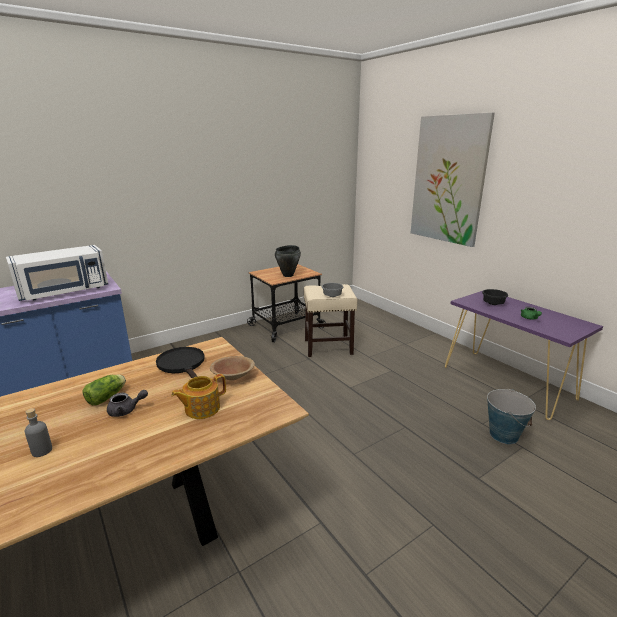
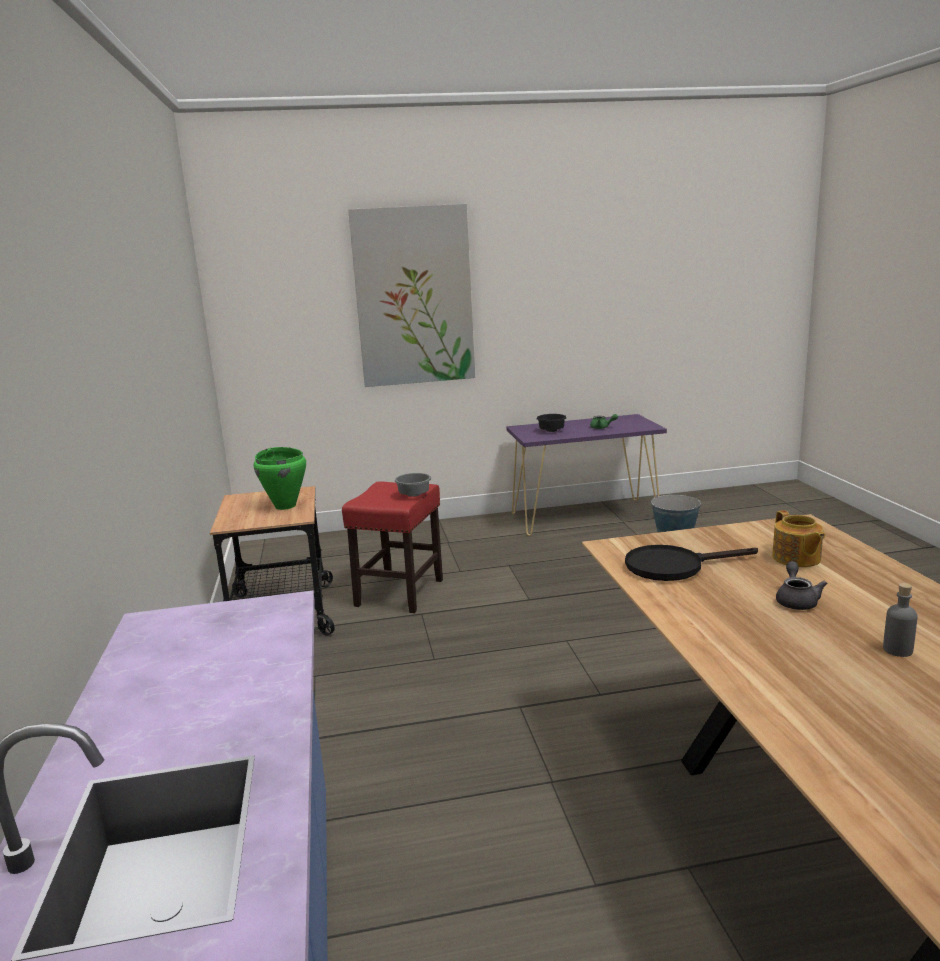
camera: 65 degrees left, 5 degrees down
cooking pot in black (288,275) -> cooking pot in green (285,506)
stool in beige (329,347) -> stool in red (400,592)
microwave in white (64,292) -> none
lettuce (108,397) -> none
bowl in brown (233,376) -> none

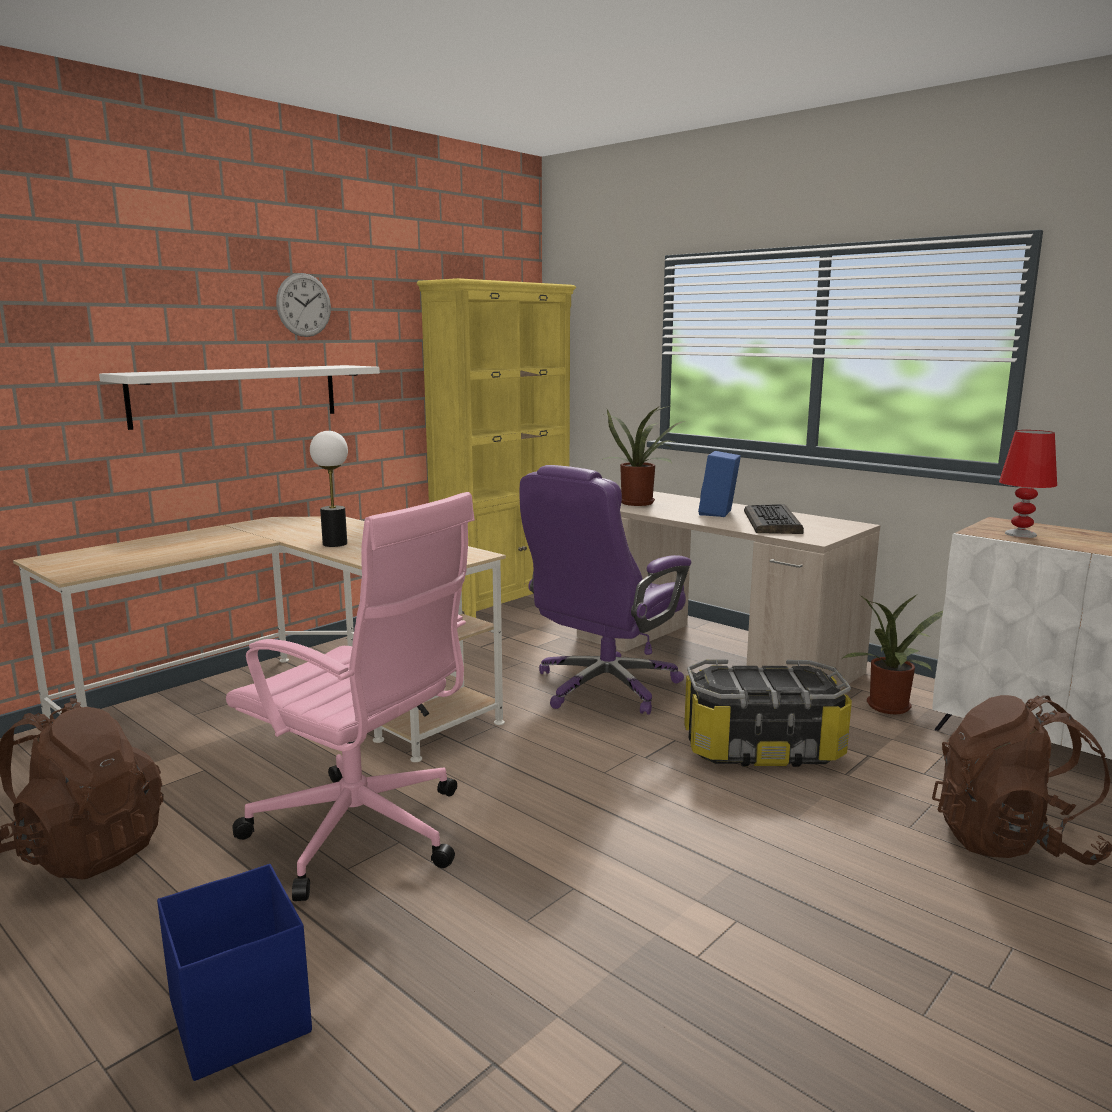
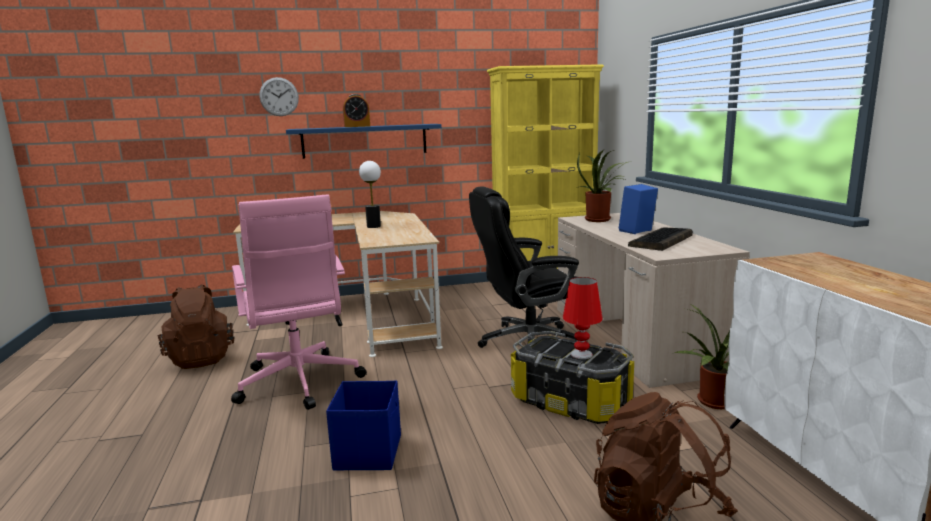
camera: 35 degrees right, 0 degrees up
wall clock (304,305) -> wall clock (279,96), shifted
shelf in white (237,395) -> shelf in blue (364,141)
storage box in blue (240,1016) -> storage box in blue (369,452), shifted
none -> alarm clock (357,126)
office chair in purple (604,687) -> office chair in black (527,342)
table lamp in red (1020,534) -> table lamp in red (581,354), shifted

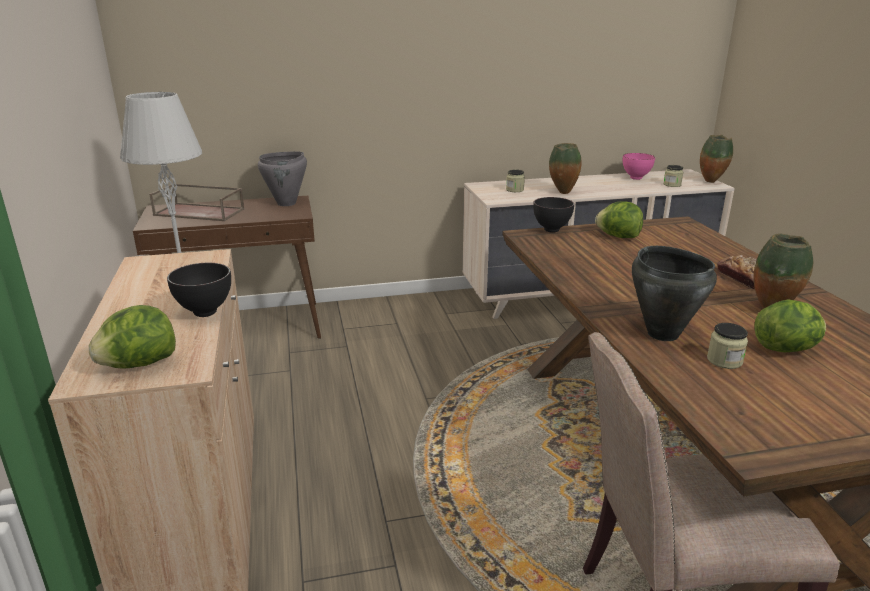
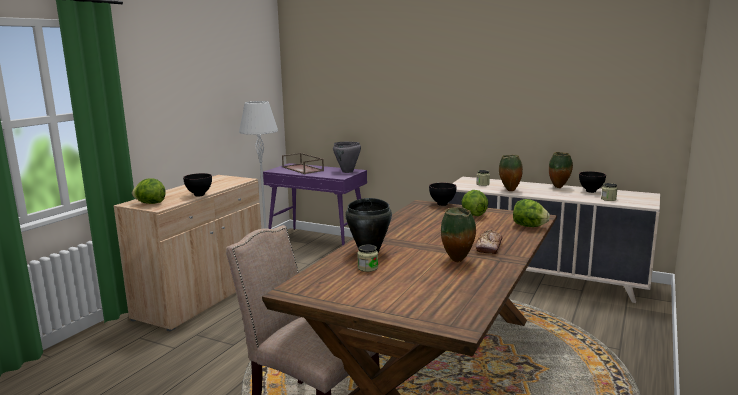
camera: 40 degrees right, 10 degrees down
console table in brown (244,327) -> console table in purple (318,241)
lettuce (786,349) -> lettuce (529,226), shifted
vase (711,182) -> vase (559,187), shifted
bowl in pink (636,178) -> bowl in black (591,191)

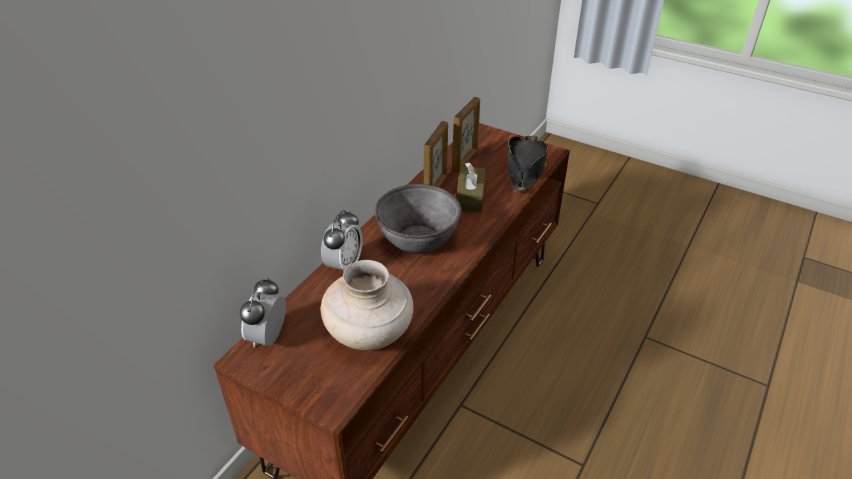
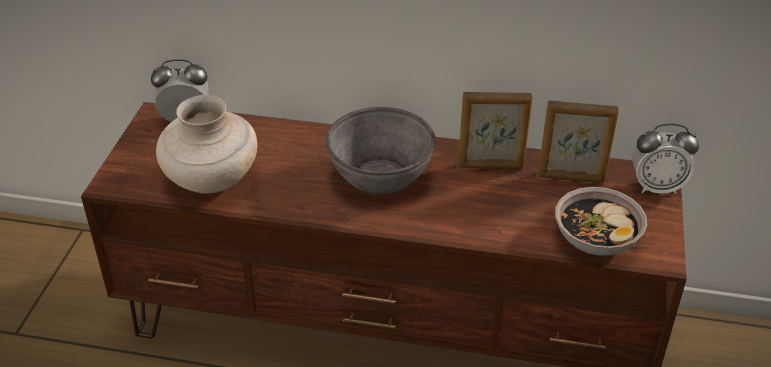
camera: 70 degrees right, 0 degrees up
hat in black (525,168) -> bowl (596,238)
alarm clock (344,265) -> alarm clock (657,187), shifted
tissue box in brown (470,197) -> none

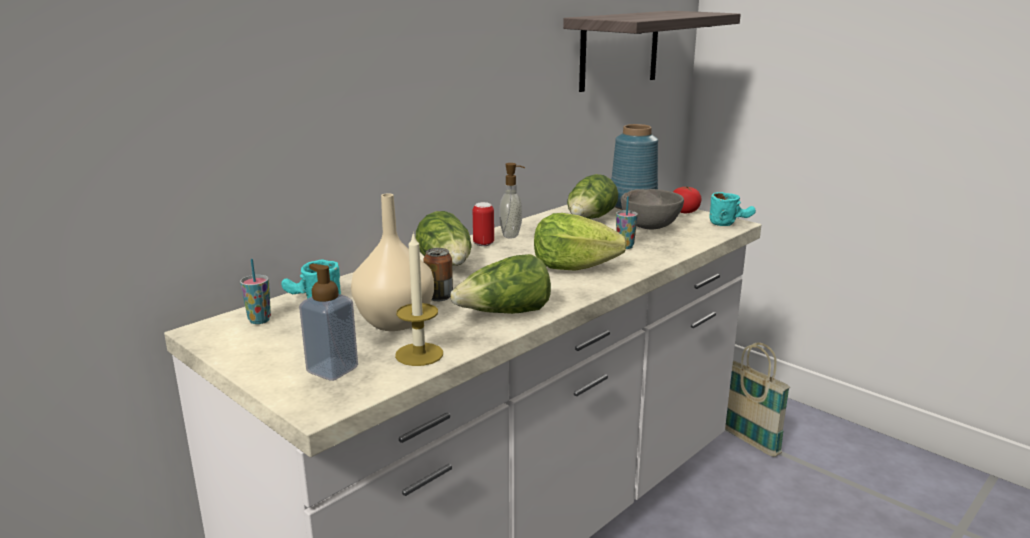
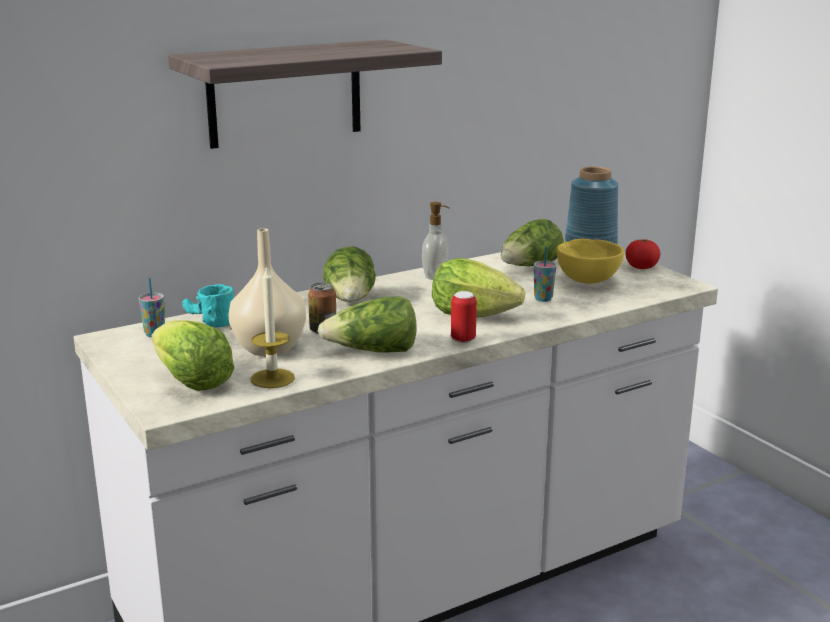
camera: 15 degrees right, 0 degrees up
soap dispenser (332,370) -> lettuce (192,382)
shelf (619,50) -> shelf (285,93), shifted
can (483,244) -> can (463,339), shifted
bowl in grey (650,227) -> bowl in yellow (588,281)
mug in turquoise (730,223) -> none
basket (749,441) -> none

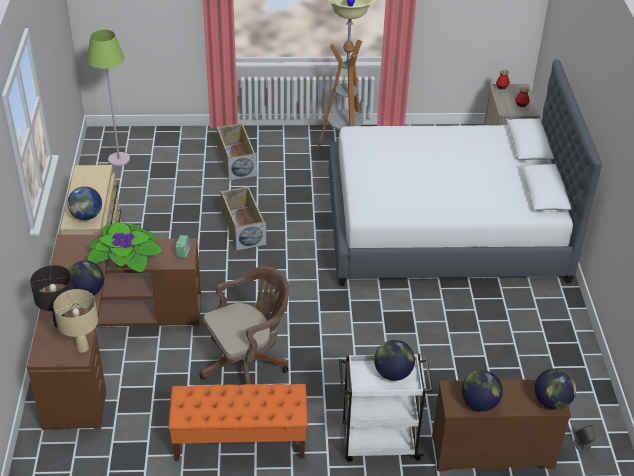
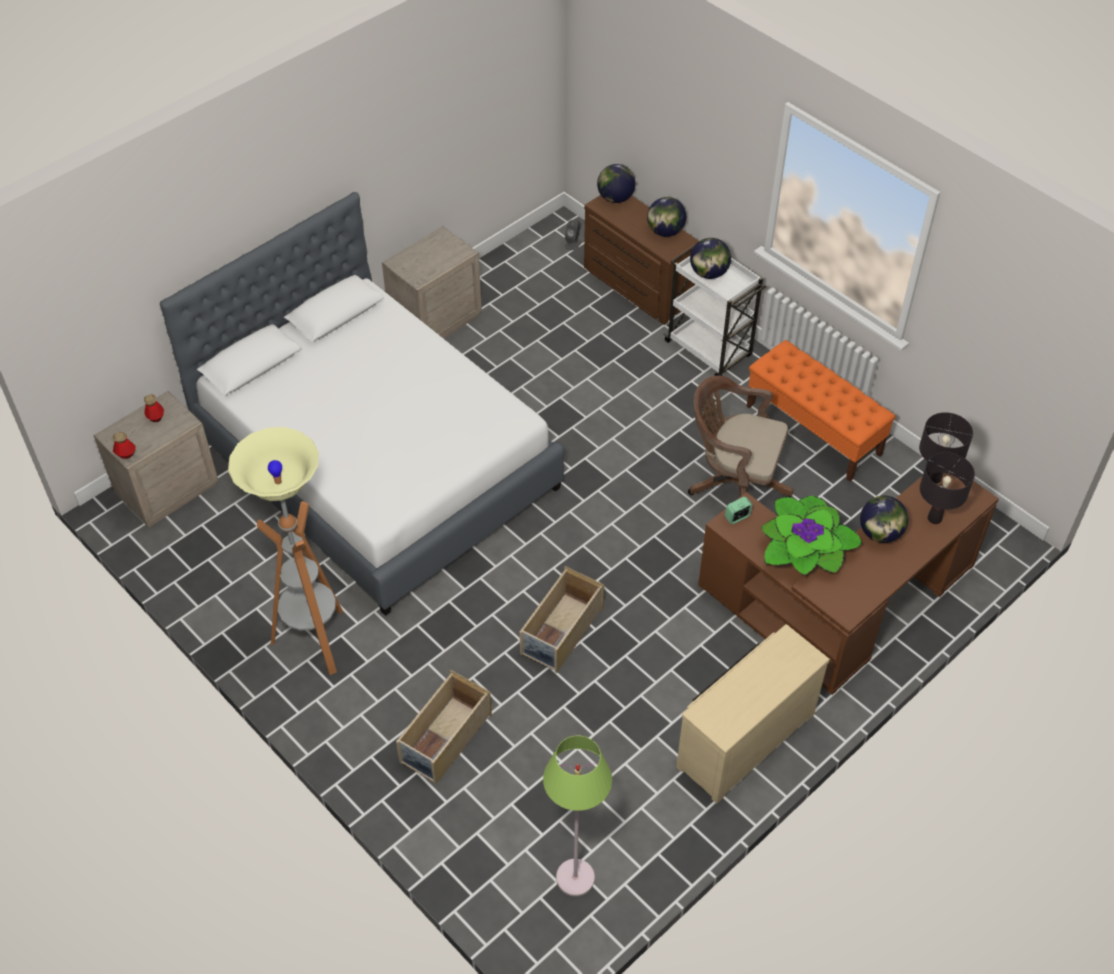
camera: 130 degrees left, 10 degrees up
none -> nightstand in beige (435,320)
table lamp in beige (82,348) -> table lamp in black (934,478)
globe (87,216) -> none

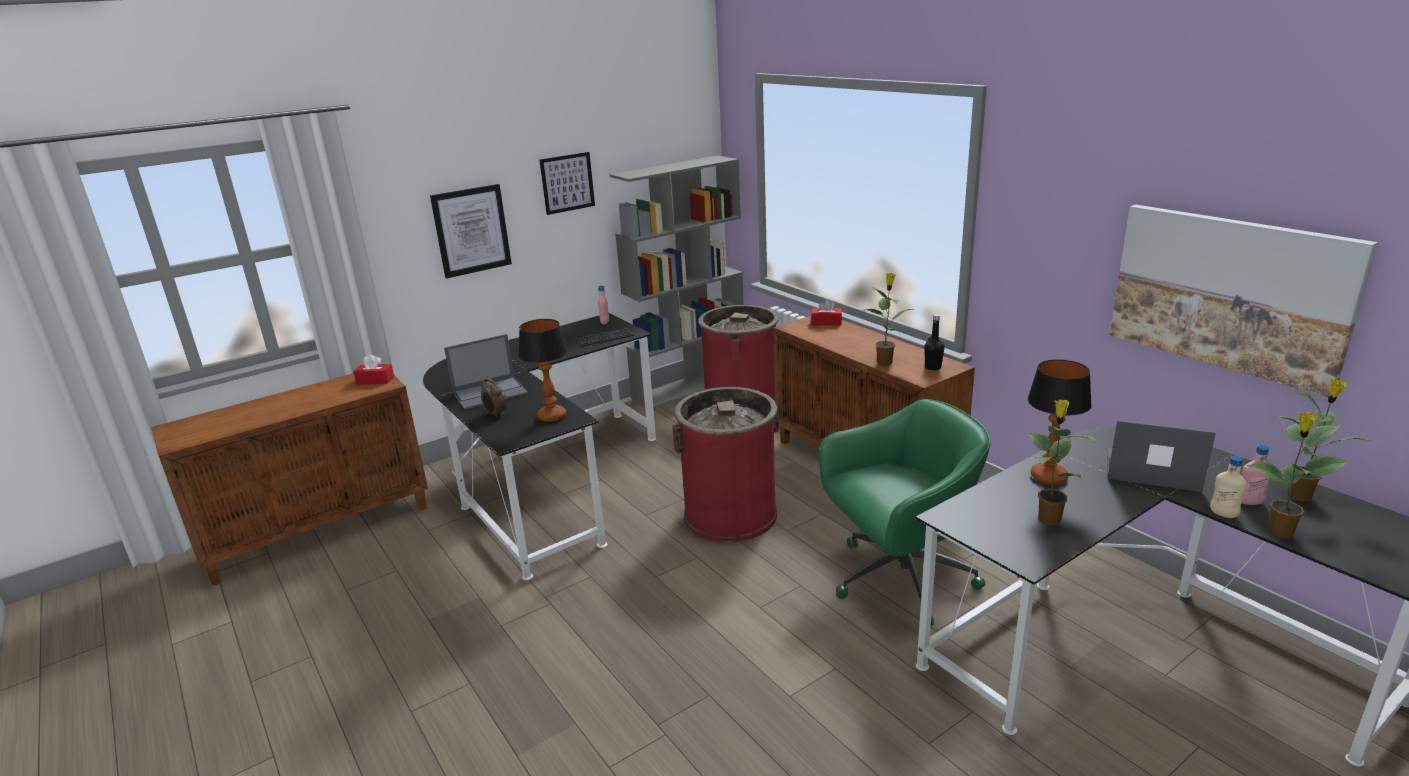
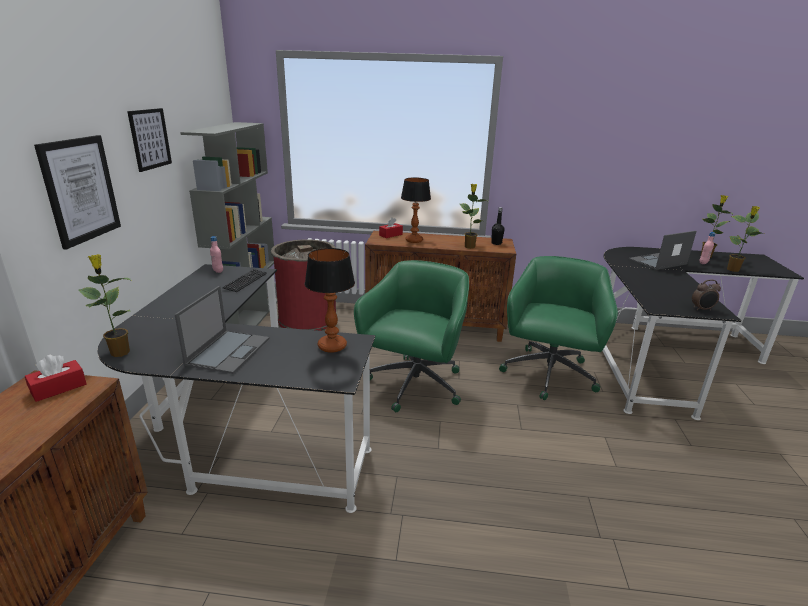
camera: 50 degrees left, 0 degrees up
potted plant (1048,518) -> potted plant (119,352), shifted
trash can in red (730,515) -> office chair in green (414,386)
table lamp (1048,477) -> table lamp (413,240), shifted
alarm clock (495,414) -> alarm clock (702,309), shifted
picture (1229,293) -> none
bottle in beige (1223,514) -> none

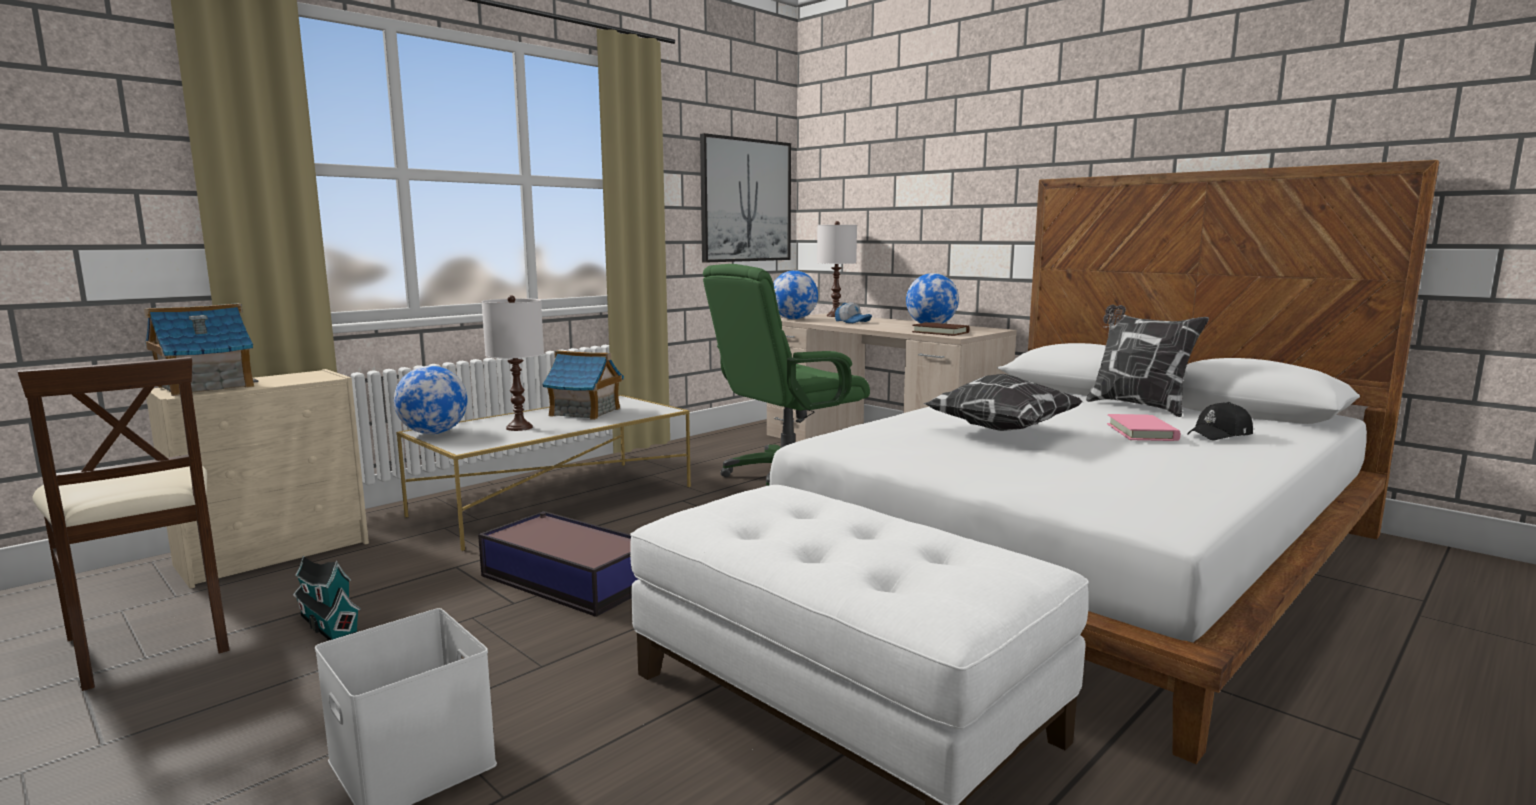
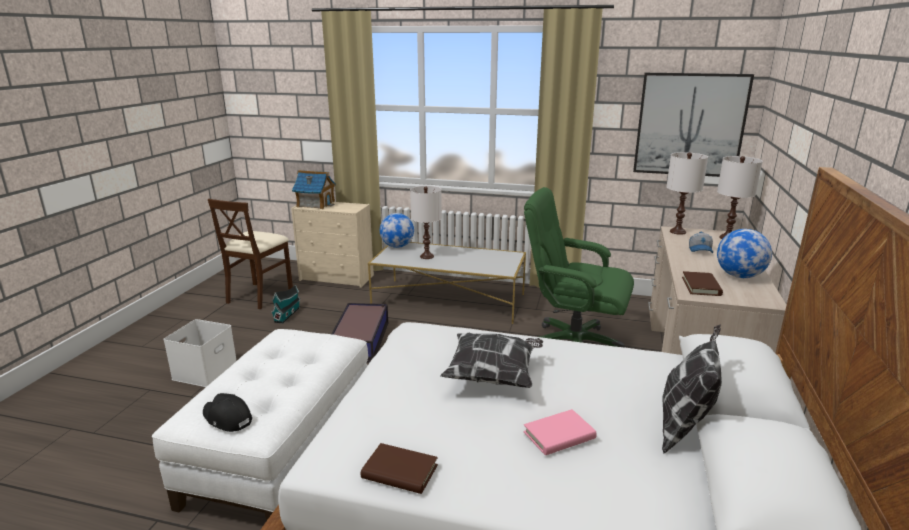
camera: 60 degrees right, 10 degrees up
cap in black (1220,434) -> cap in black (227,418), shifted
none -> book in brown (399,472)
globe (793,319) -> table lamp in white (678,232)
toy house (585,412) -> none

